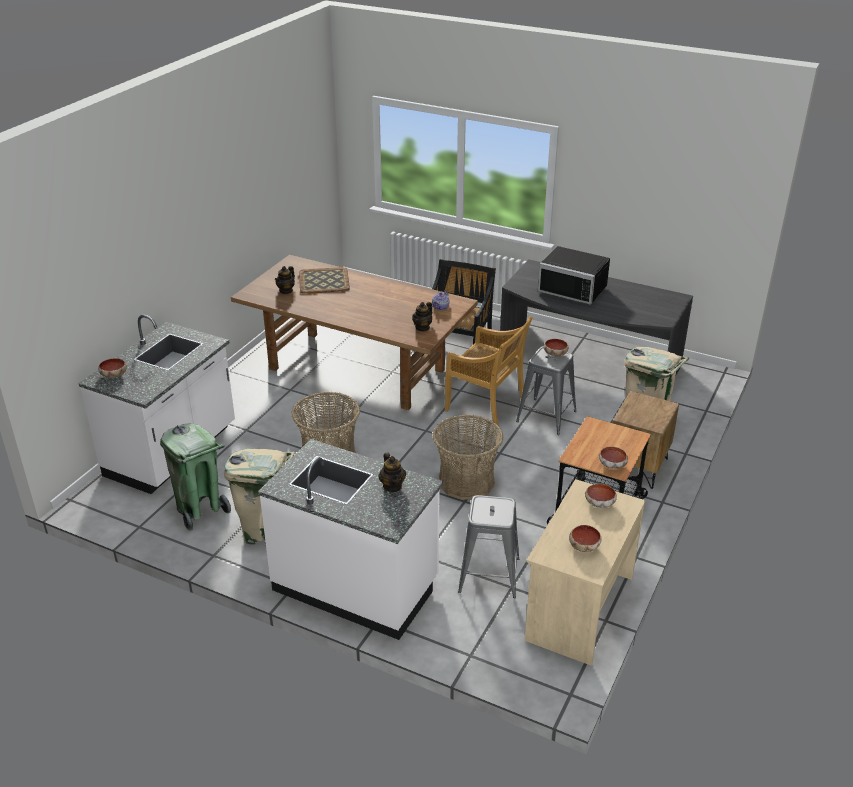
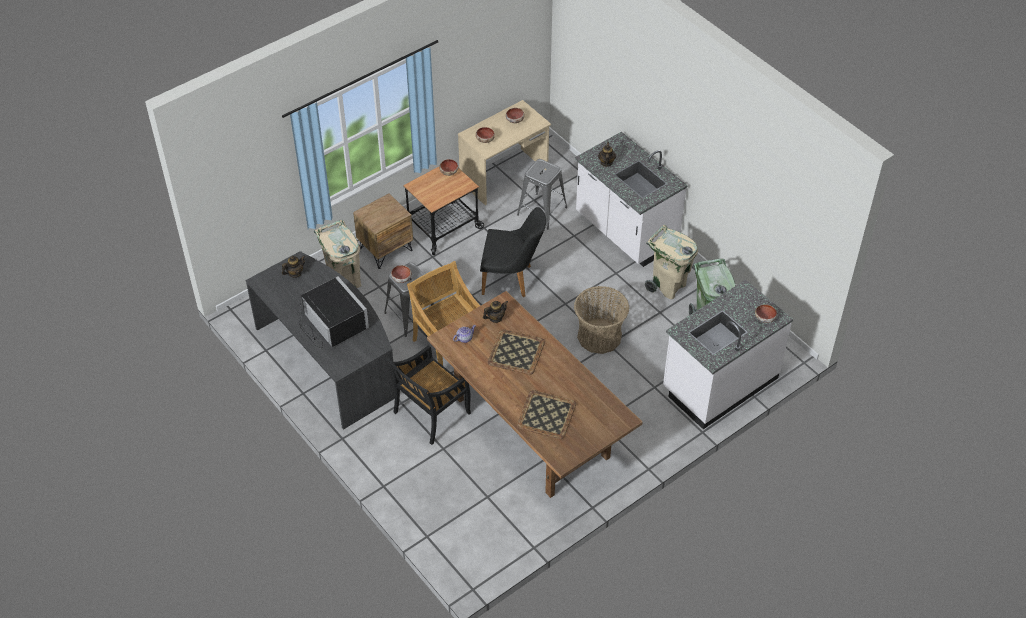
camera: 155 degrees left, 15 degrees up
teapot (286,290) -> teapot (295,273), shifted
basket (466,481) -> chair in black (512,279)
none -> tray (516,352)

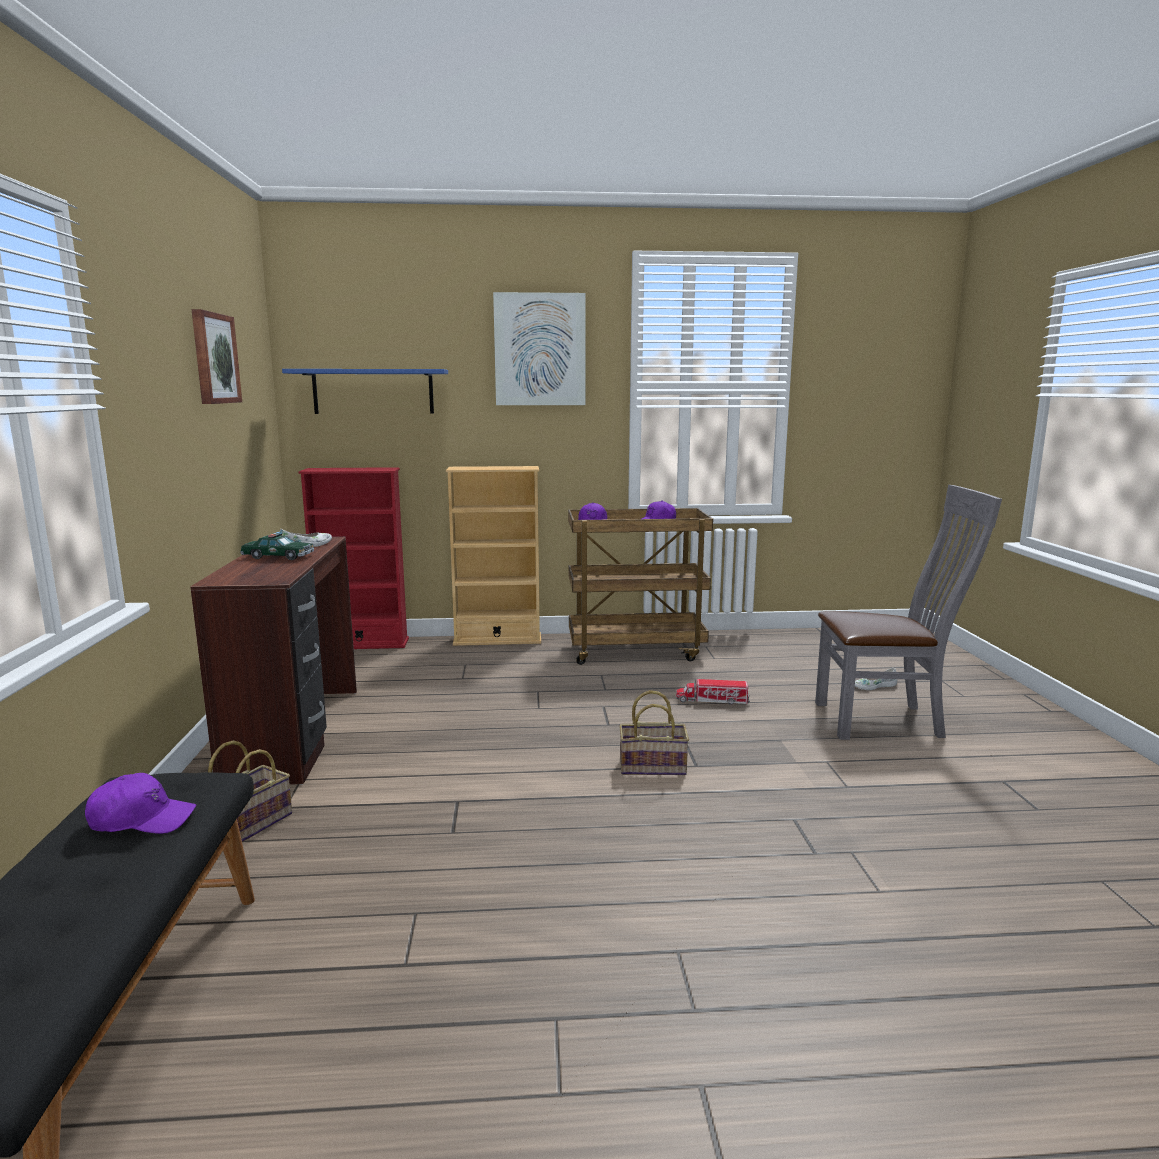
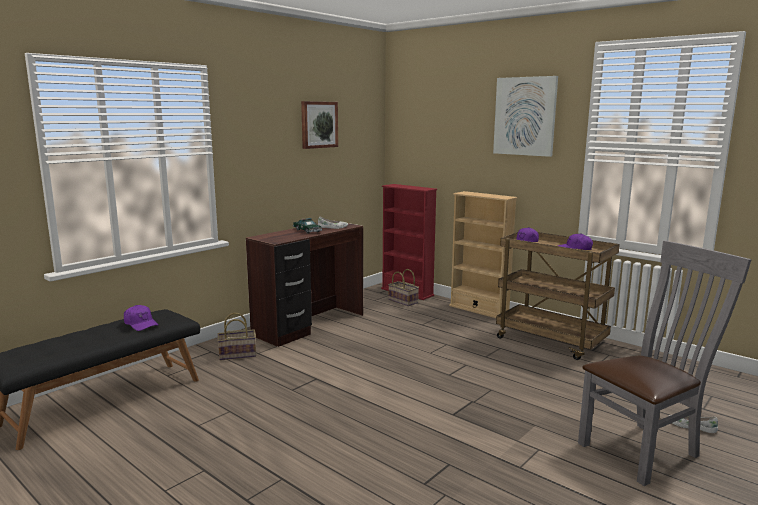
camera: 45 degrees right, 0 degrees up
basket (654,766) -> basket (404,301), shifted
chair in grey (886,721) -> chair in grey (645,449), 75 degrees counterclockwise
shelf in blue (373,391) -> none
toy truck (712,701) -> none

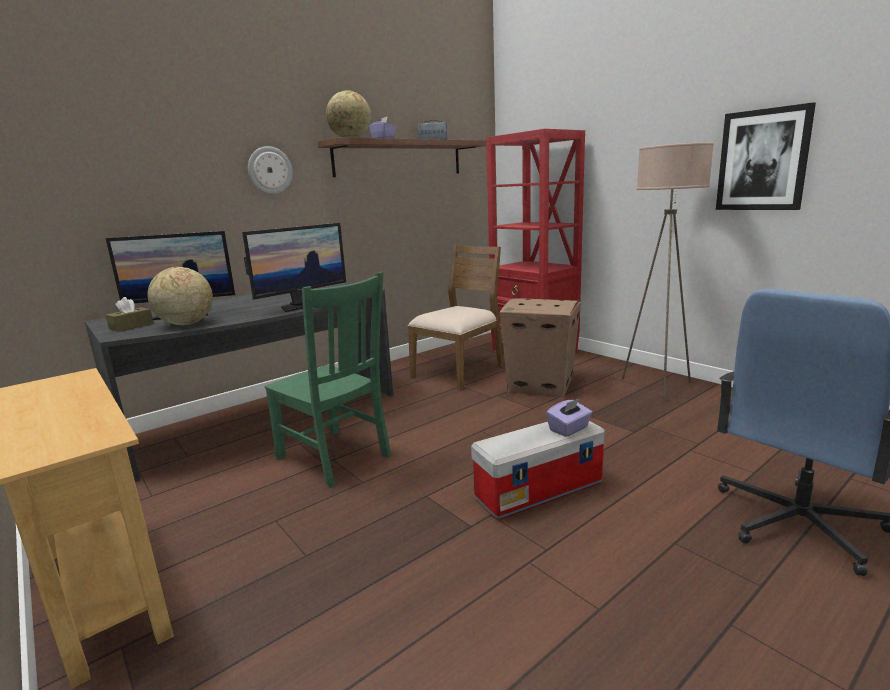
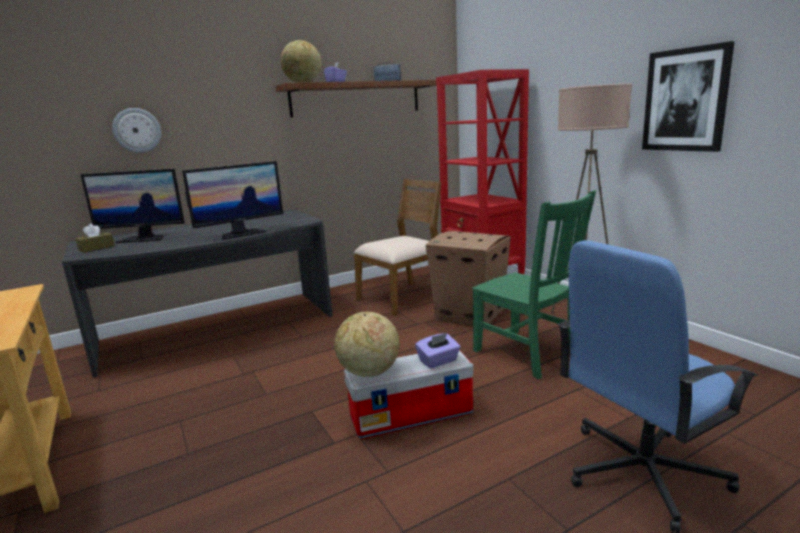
camera: 10 degrees right, 0 degrees up
wall clock (270,170) -> wall clock (137,130), shifted
globe (186,324) -> globe (369,372), shifted
chair in green (335,458) -> chair in green (528,354), shifted

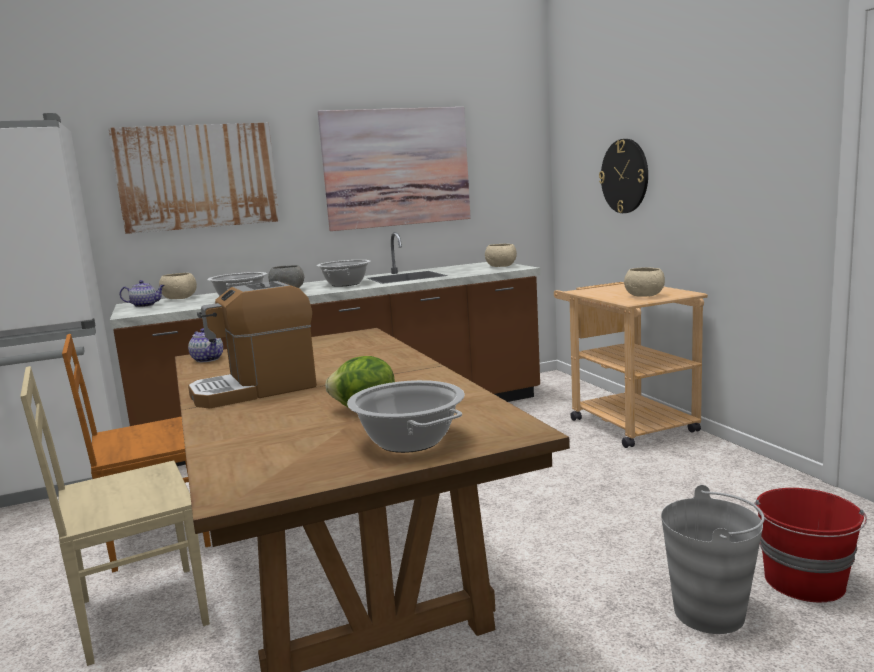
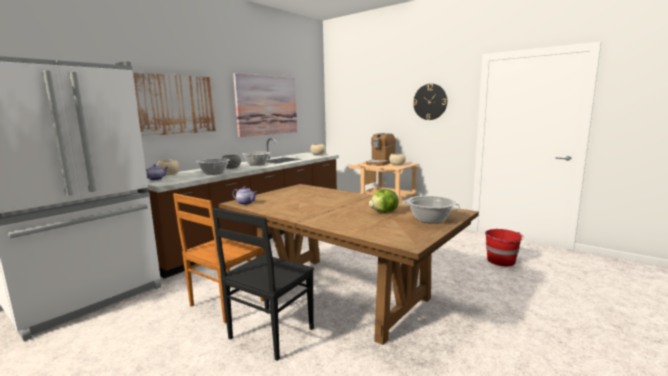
camera: 30 degrees left, 0 degrees up
chair in beige (138,613) -> chair in black (269,334)
coffee machine (255,390) -> coffee machine (380,163), shifted
wall clock (624,176) -> wall clock (430,102), shifted
bucket in grey (710,613) -> none

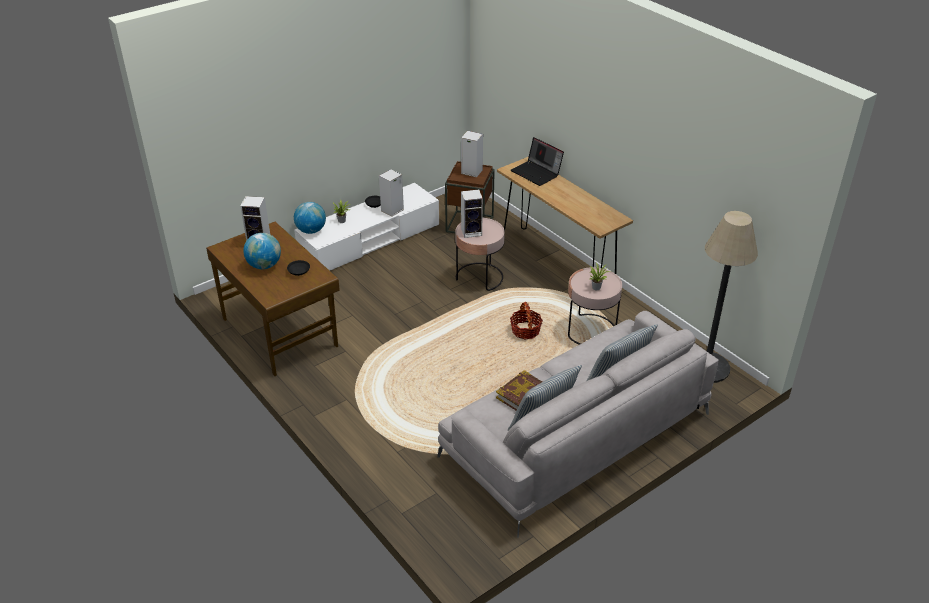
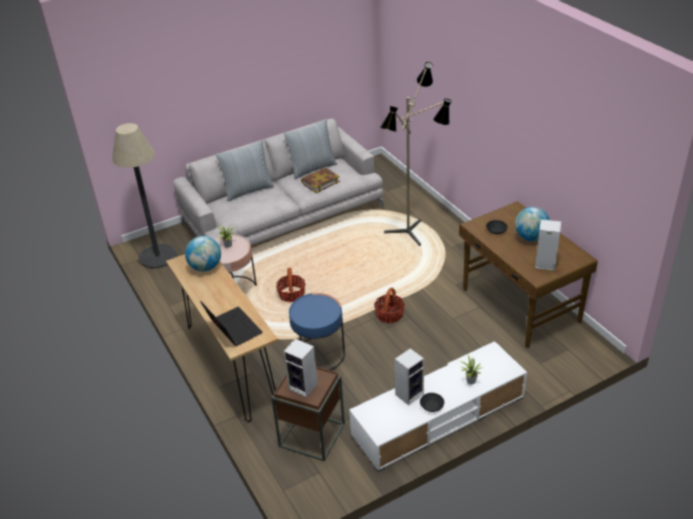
camera: 170 degrees left, 0 degrees up
globe (311,230) -> globe (205,267), shifted
side table in pink (479,277) -> side table in blue (319,354)
none -> basket (389,314)
none -> floor lamp (412,234)
speaker (472,231) -> none

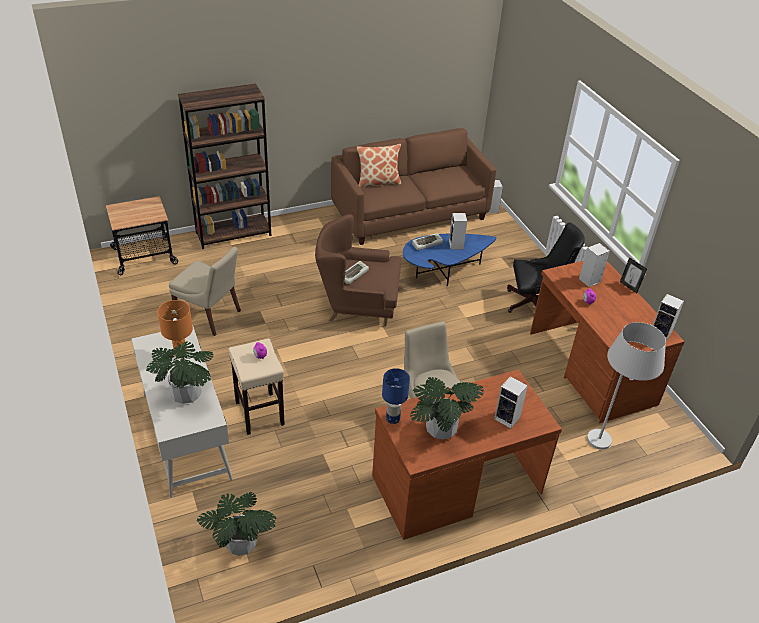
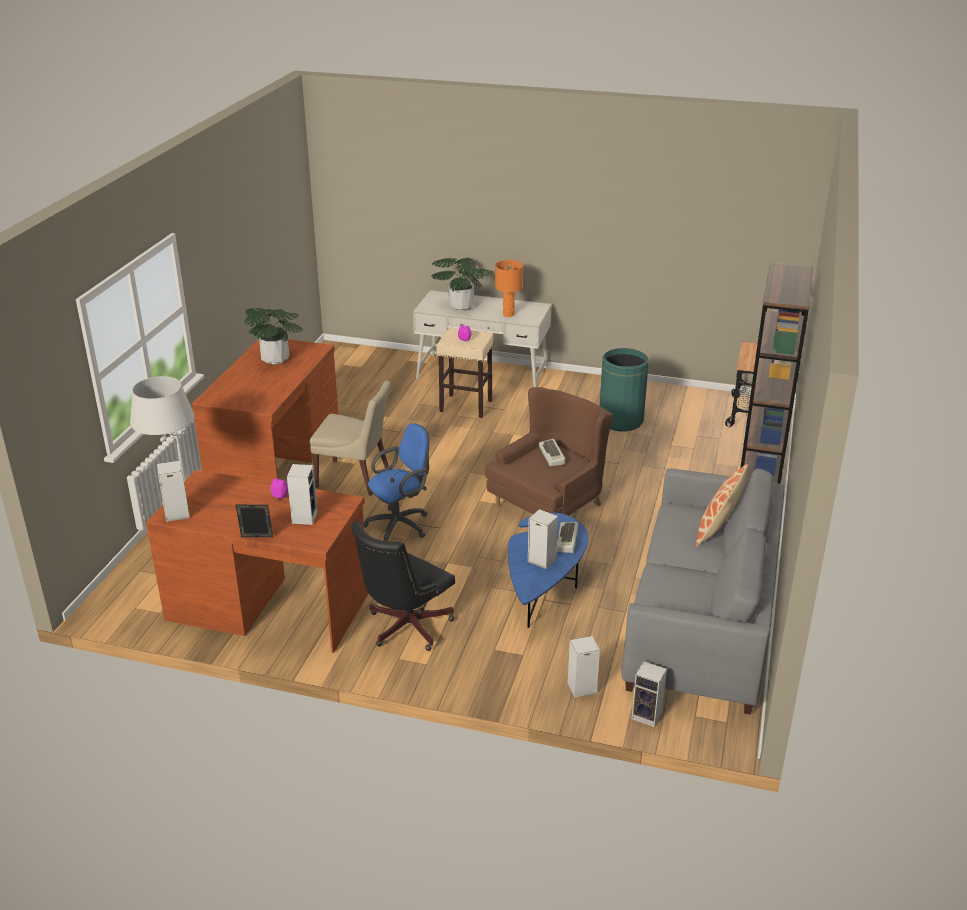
camera: 130 degrees right, 10 degrees down
none -> office chair in blue (401,525)
speaker (508,418) -> speaker (581,689), shifted
chair in beige (210,316) -> trash can in green (620,421)
sofa in brown (410,213) -> sofa in grey (701,624)
potted plant (241,543) -> none
table lamp in blue (393,419) -> none

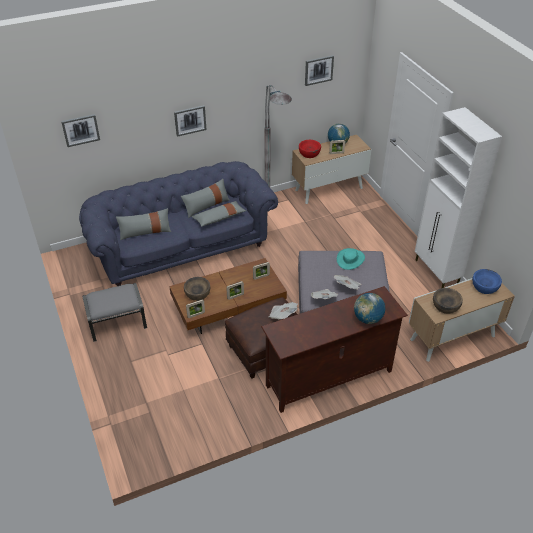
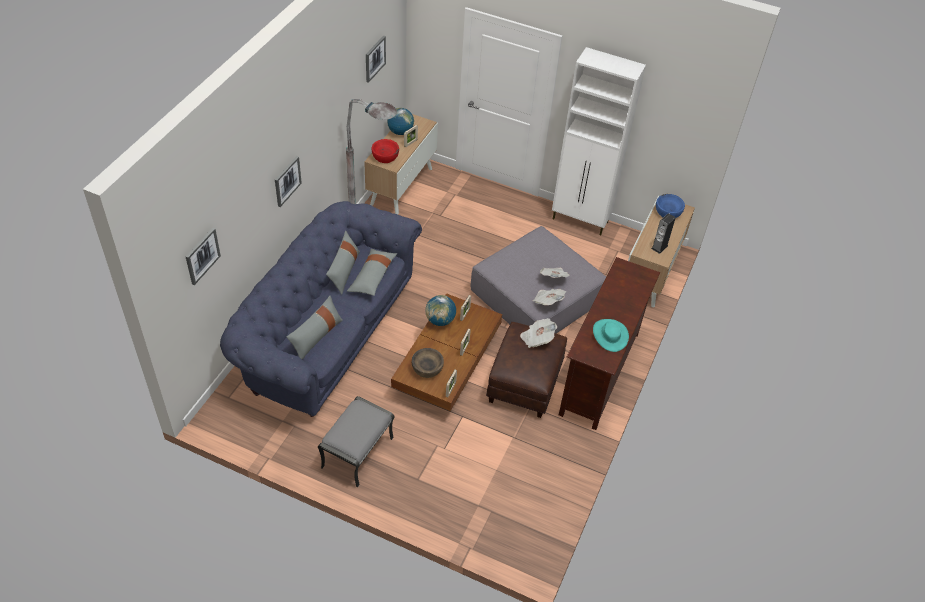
camera: 45 degrees left, 5 degrees up
globe (368,319) -> globe (440,320), shifted
hat in turquoise (350,259) -> hat in turquoise (610,335), shifted
bowl in brown (445,306) -> speaker (659,247)

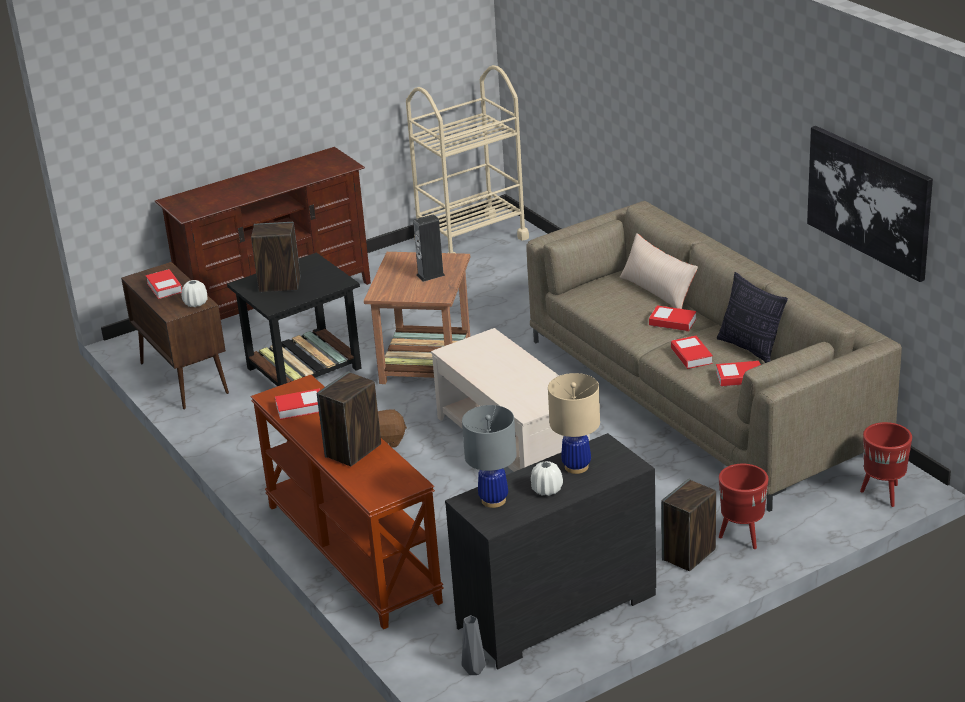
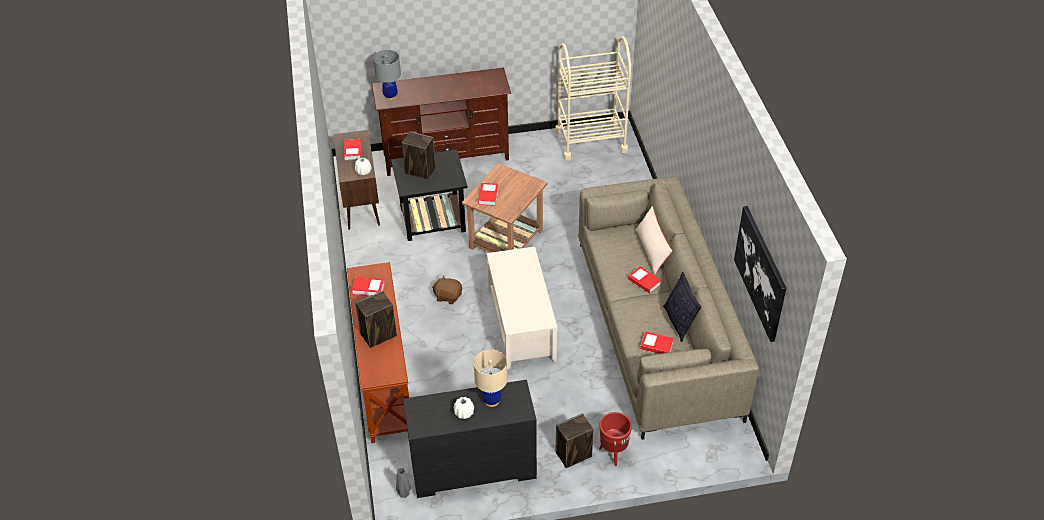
camera: 20 degrees right, 15 degrees up
table lamp in grey (493,500) -> table lamp in grey (390,96), shifted
book (691,356) -> book (488,196), shifted
speaker (430,275) -> none
planter in red (884,494) -> none

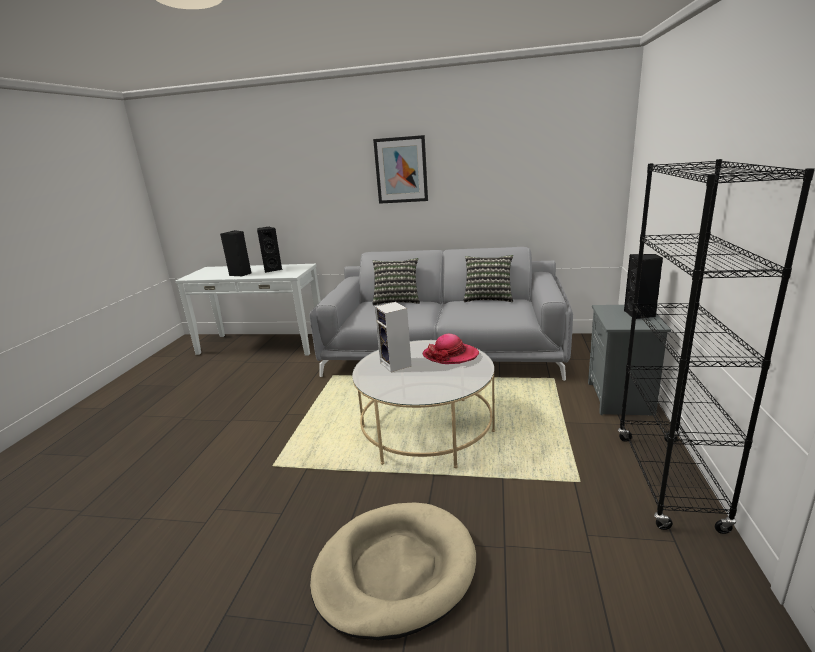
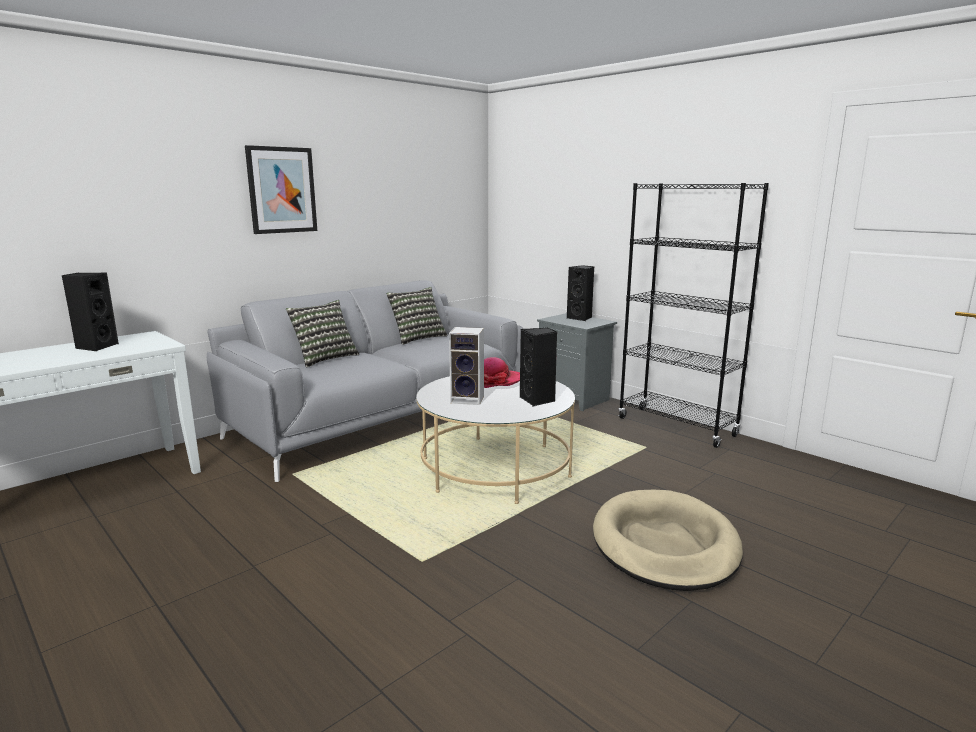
camera: 55 degrees left, 5 degrees down
speaker in black (241,274) -> speaker in black (538,400), shifted

